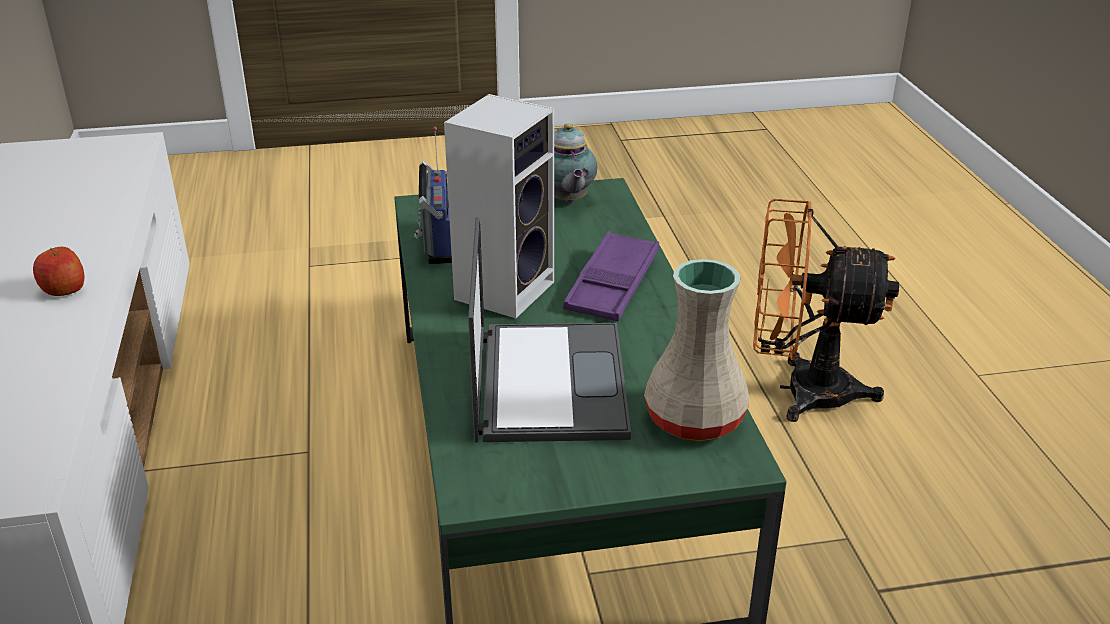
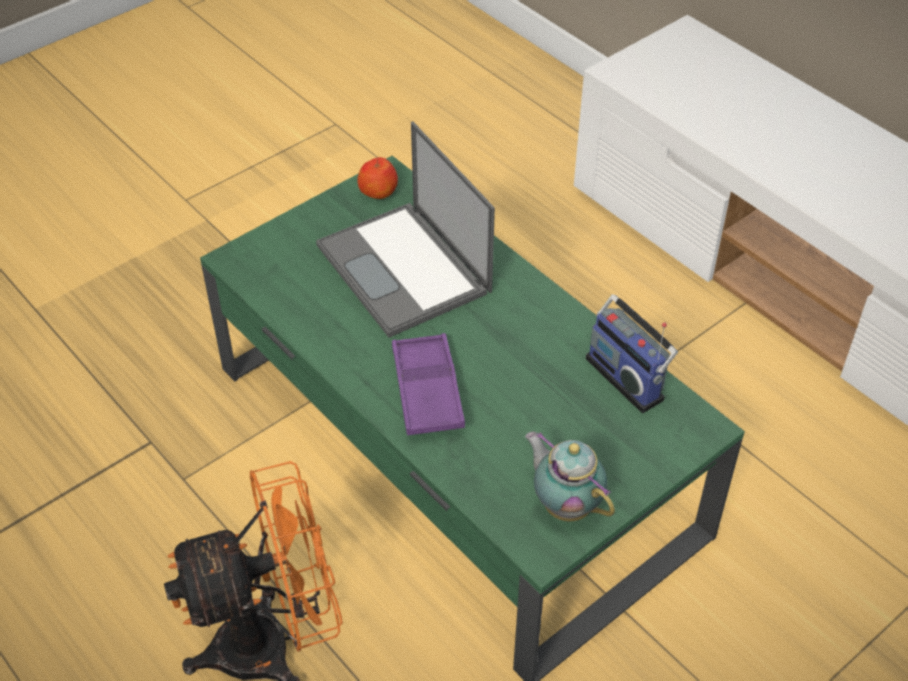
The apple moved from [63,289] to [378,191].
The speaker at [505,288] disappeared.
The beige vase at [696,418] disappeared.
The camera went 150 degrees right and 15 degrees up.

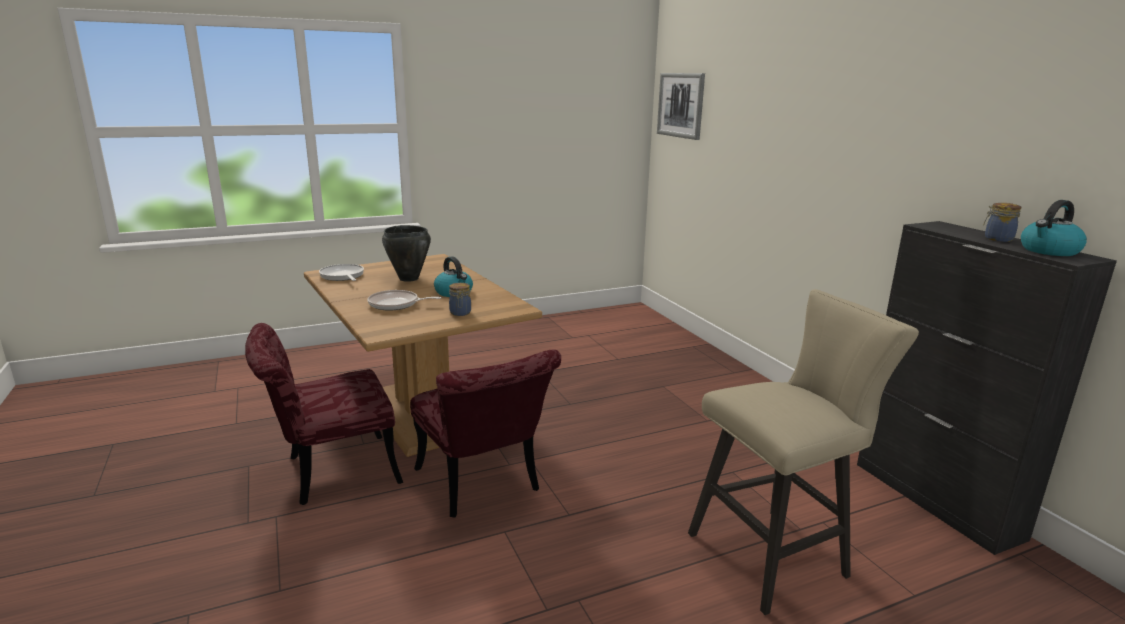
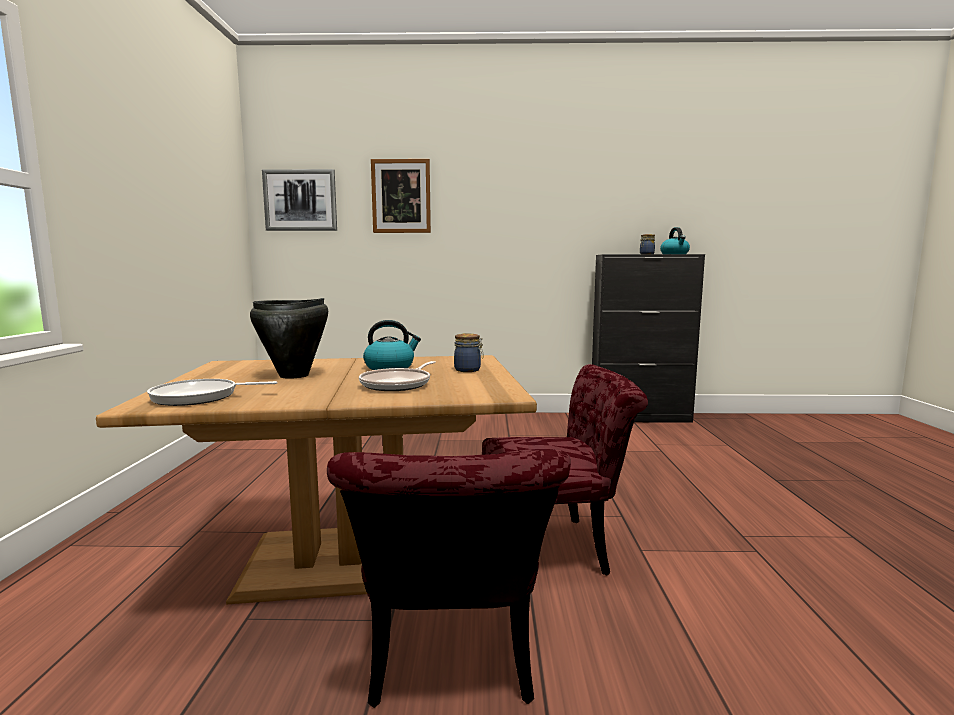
The picture at [401,196] appeared.
The beige stool at [776,554] disappeared.
The camera went 65 degrees left and 10 degrees down.

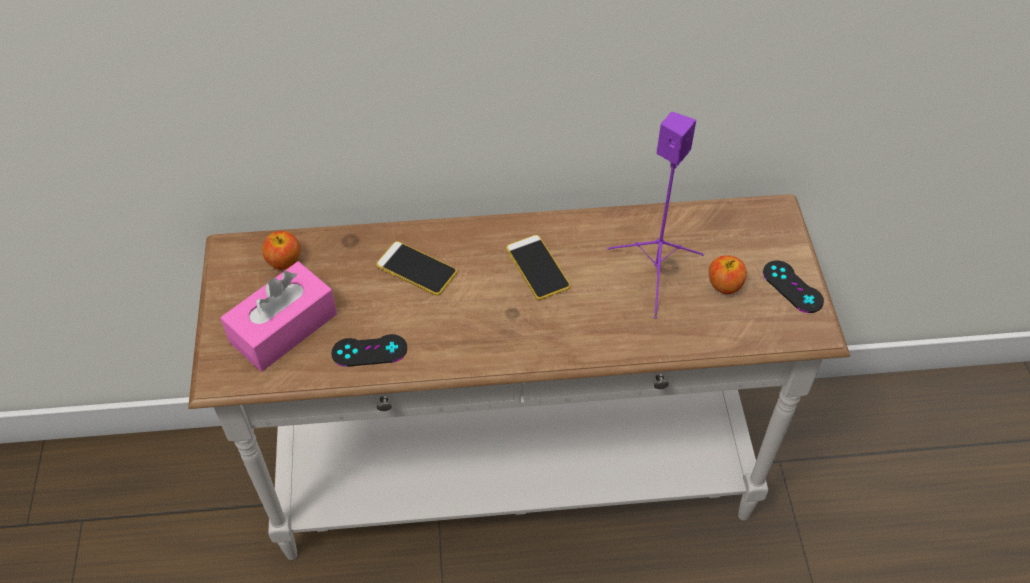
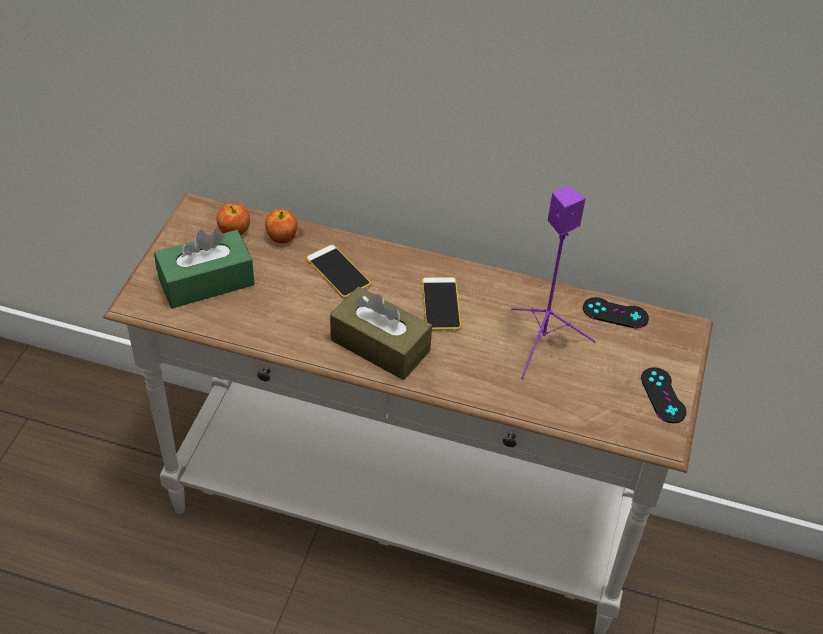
The pink tissue box at [283,328] became the green tissue box at [206,282].
The apple moved from [724,285] to [282,237].
The brown tissue box at [380,345] appeared.
The black game controller moved from [369,351] to [615,313].
The camera went 20 degrees right and 5 degrees down.

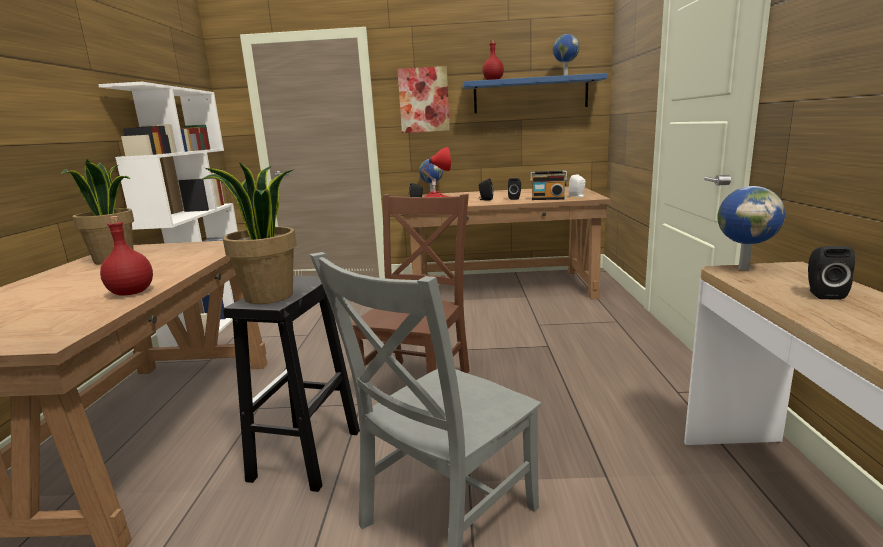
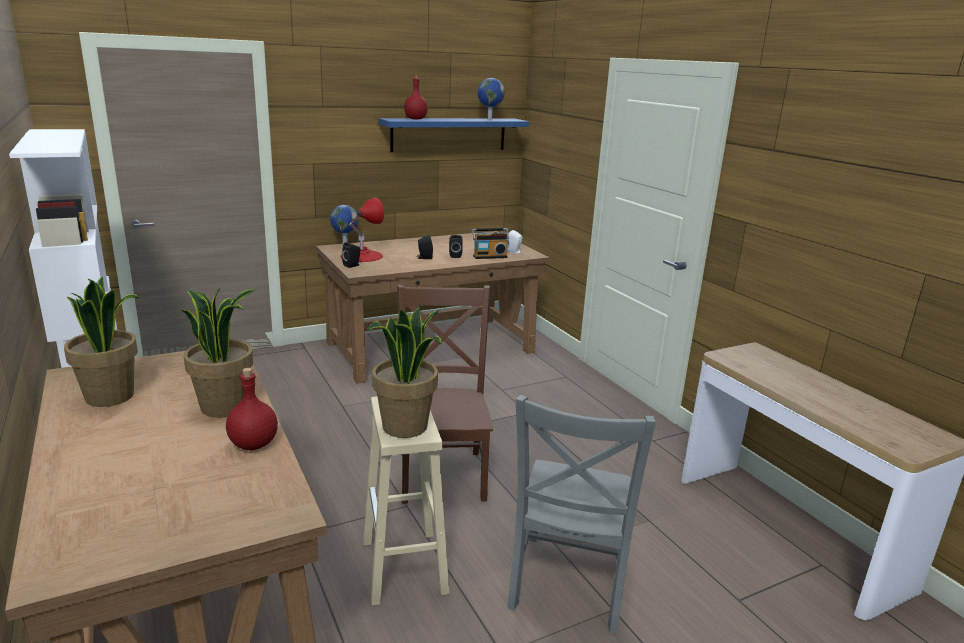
The potted plant at [225,406] appeared.
The black stool at [306,456] became the beige stool at [404,567].
The picture at [424,100] disappeared.
The globe at [743,268] disappeared.
The black speaker at [822,294] disappeared.
The camera went 30 degrees left and 5 degrees up.

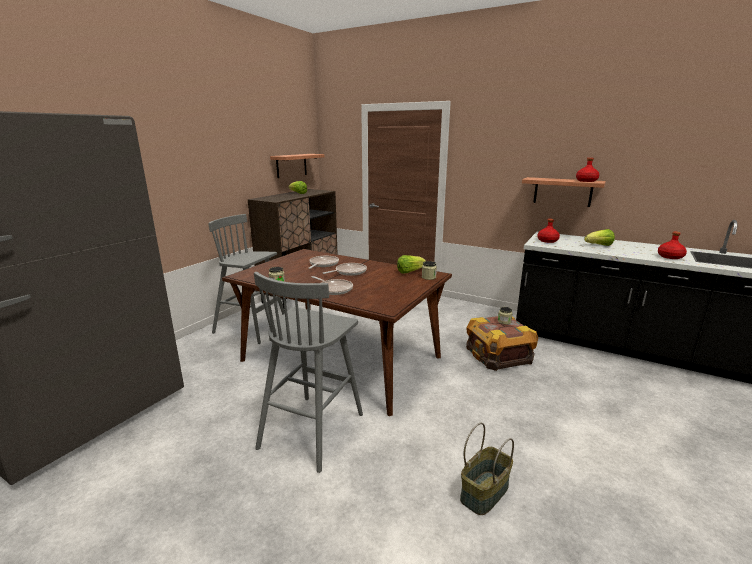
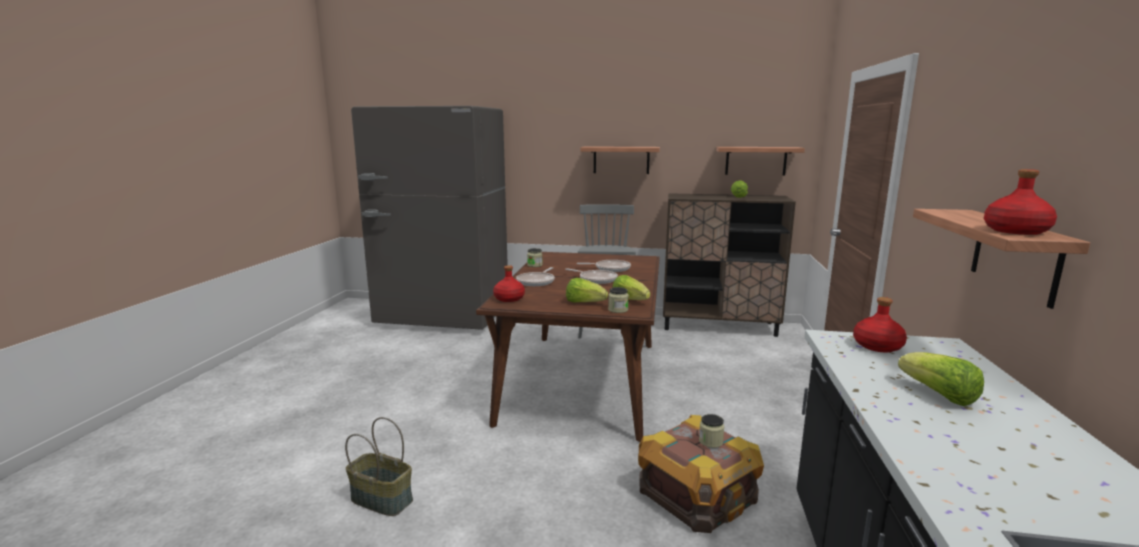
The red bottle moved from [670,257] to [509,299].
The lettuce at [584,303] appeared.
The shelf at [621,160] appeared.
The grey stool at [313,429] disappeared.
The camera went 70 degrees right and 5 degrees down.

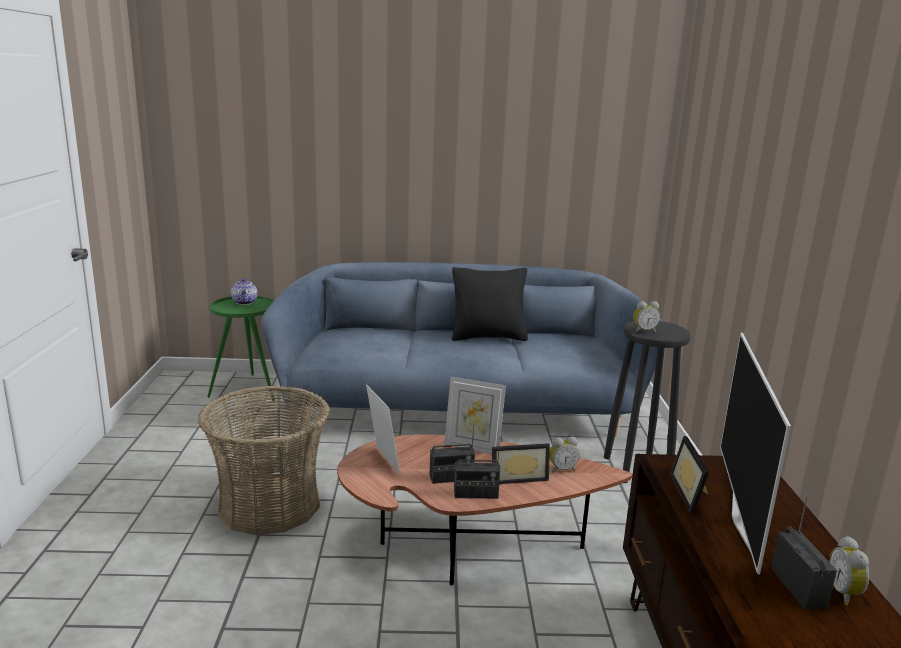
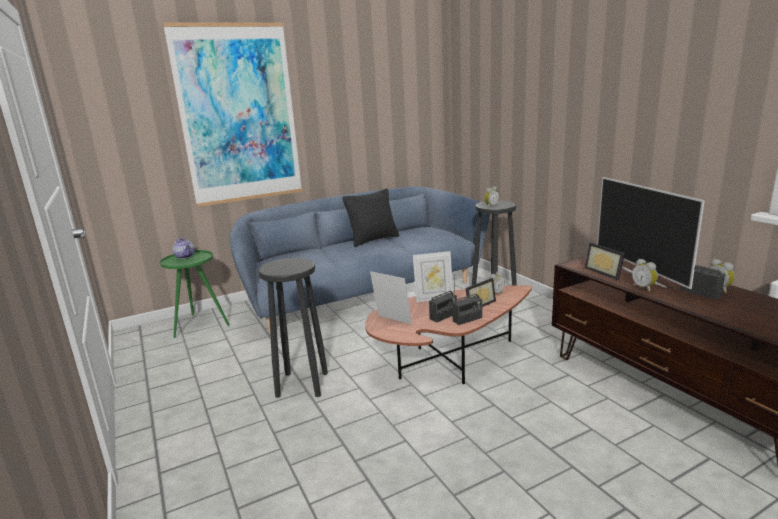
The picture at [239,115] appeared.
The basket at [269,505] was replaced by the black stool at [301,384].
The alarm clock at [644,288] appeared.
The camera went 25 degrees left and 0 degrees up.

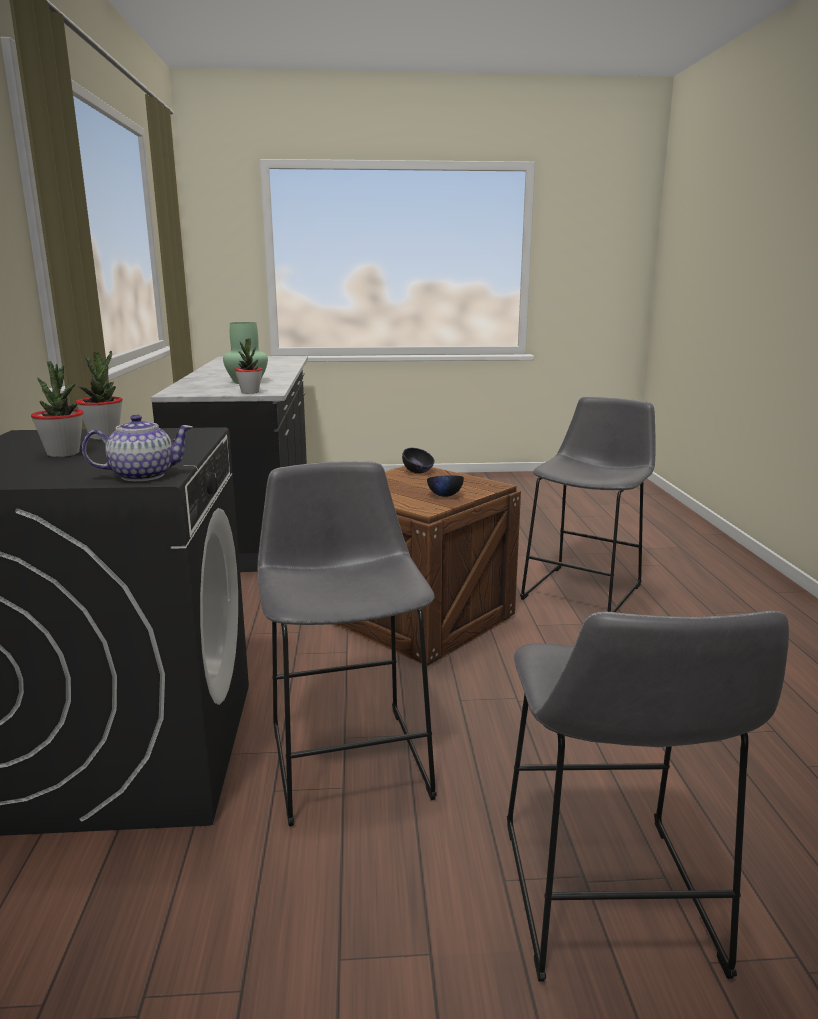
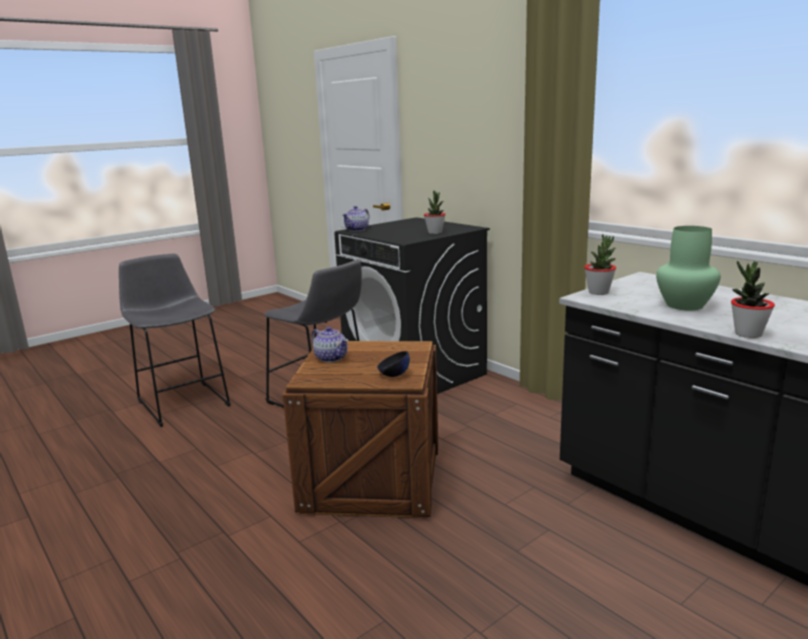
The black bowl at [445,496] was replaced by the teapot at [331,358].
The potted plant moved from [63,453] to [748,334].
The grey stool at [585,589] disappeared.
The camera went 145 degrees right and 0 degrees up.

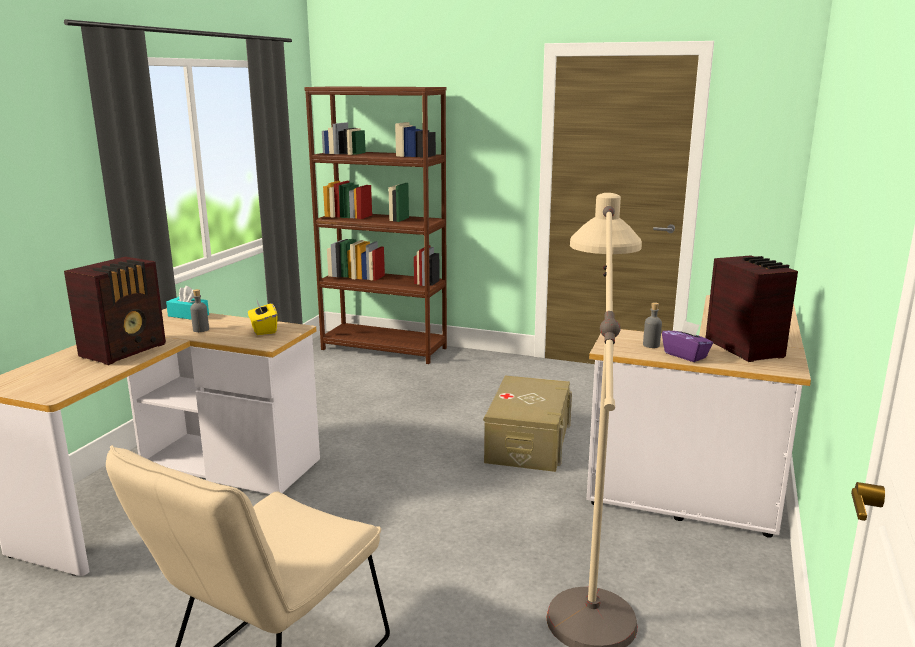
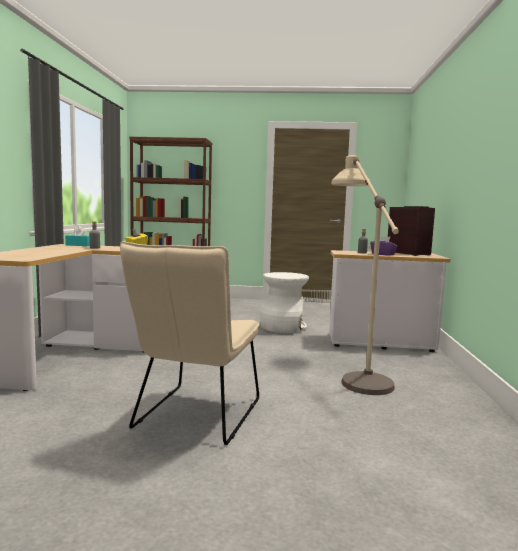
The beige storage box at [528,442] was replaced by the white stool at [283,327].
The radio at [125,350] disappeared.
The camera went 15 degrees left and 10 degrees down.

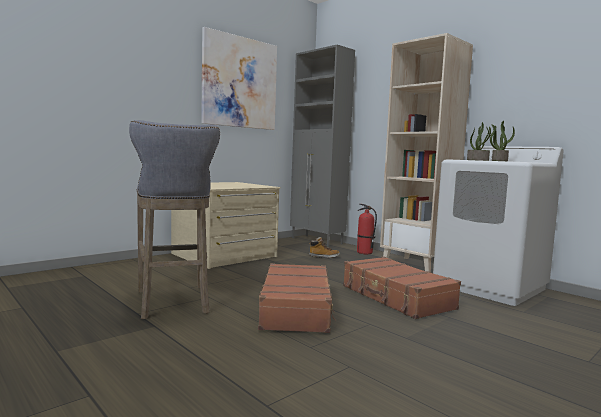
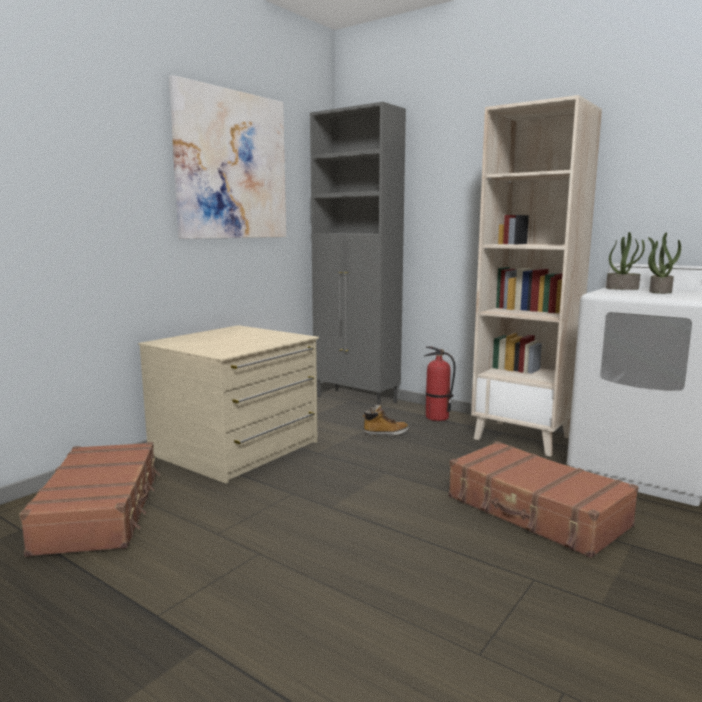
The brown suitcase moved from [296,309] to [101,511].
The grey stool at [173,303] disappeared.
The camera went 10 degrees left and 5 degrees up.

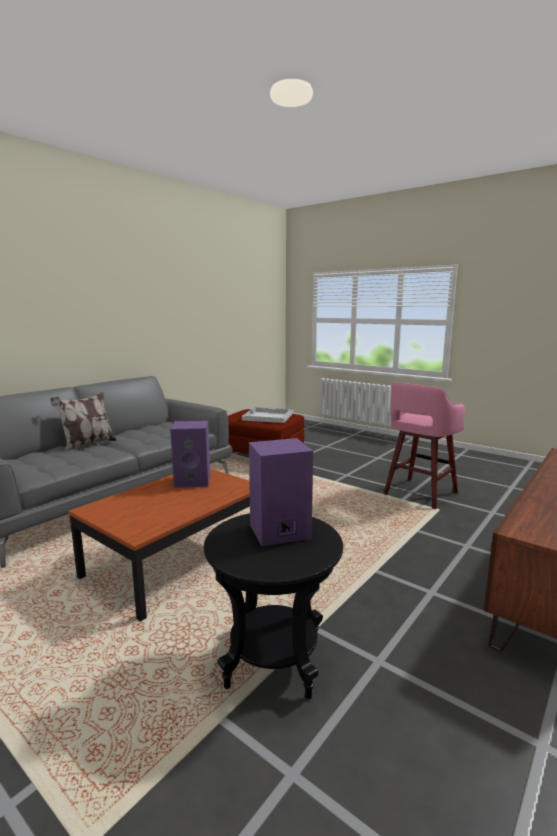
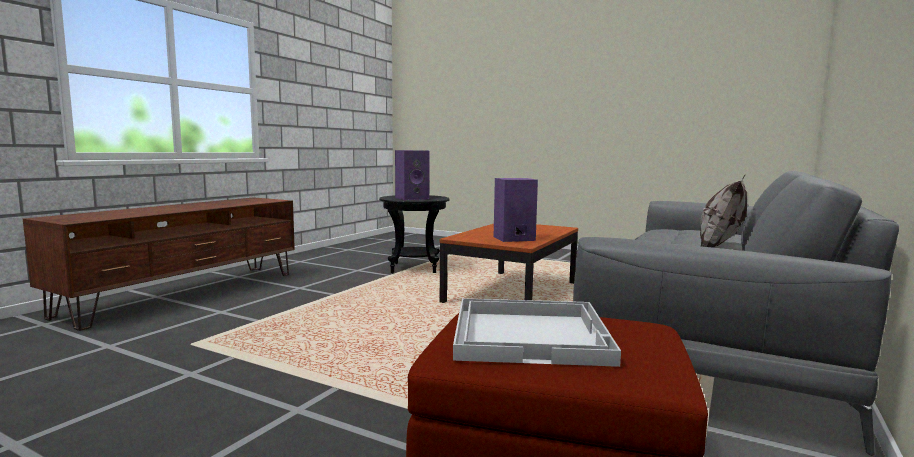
The pink stool at [419,494] disappeared.
The camera went 170 degrees right and 5 degrees down.

